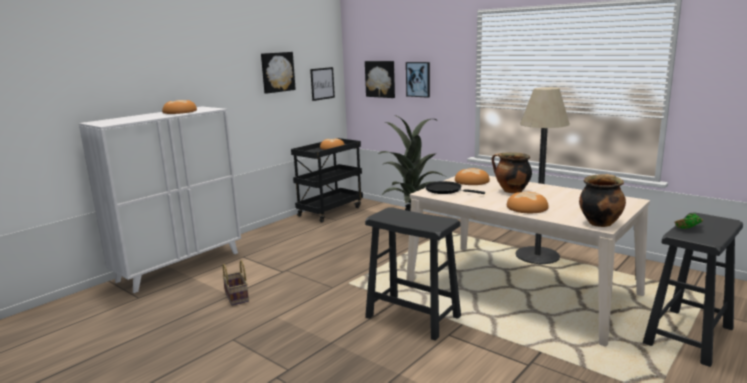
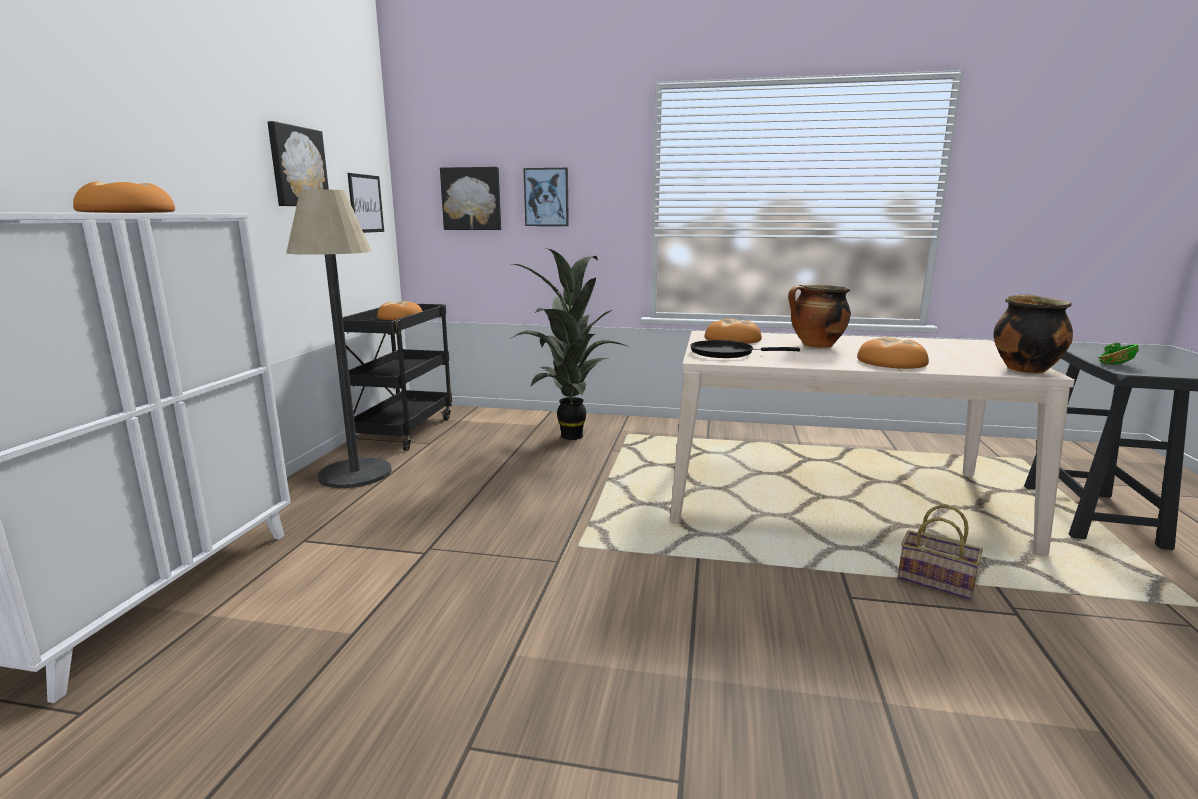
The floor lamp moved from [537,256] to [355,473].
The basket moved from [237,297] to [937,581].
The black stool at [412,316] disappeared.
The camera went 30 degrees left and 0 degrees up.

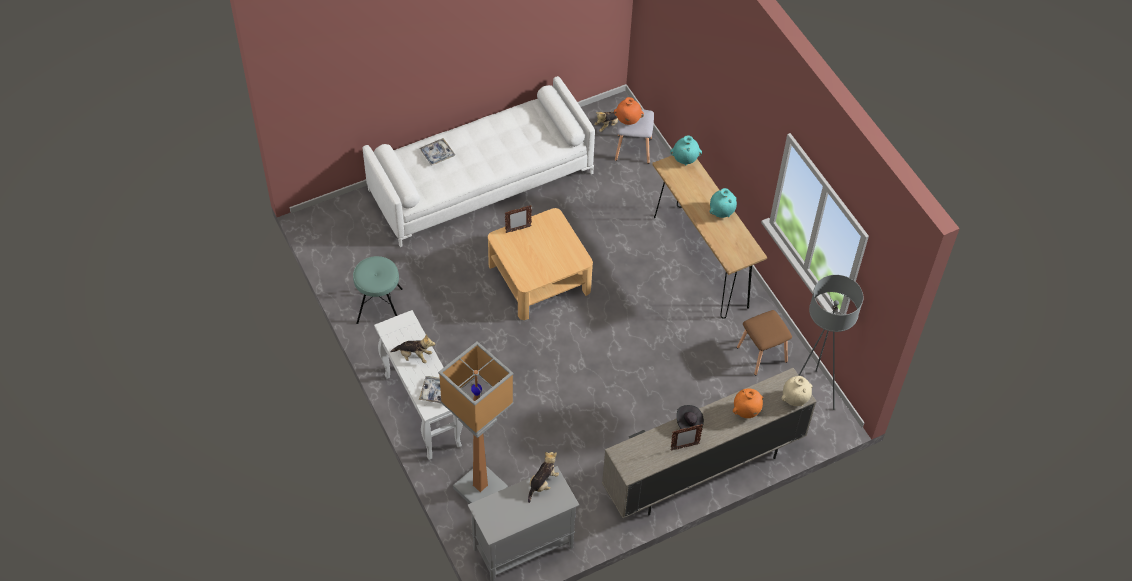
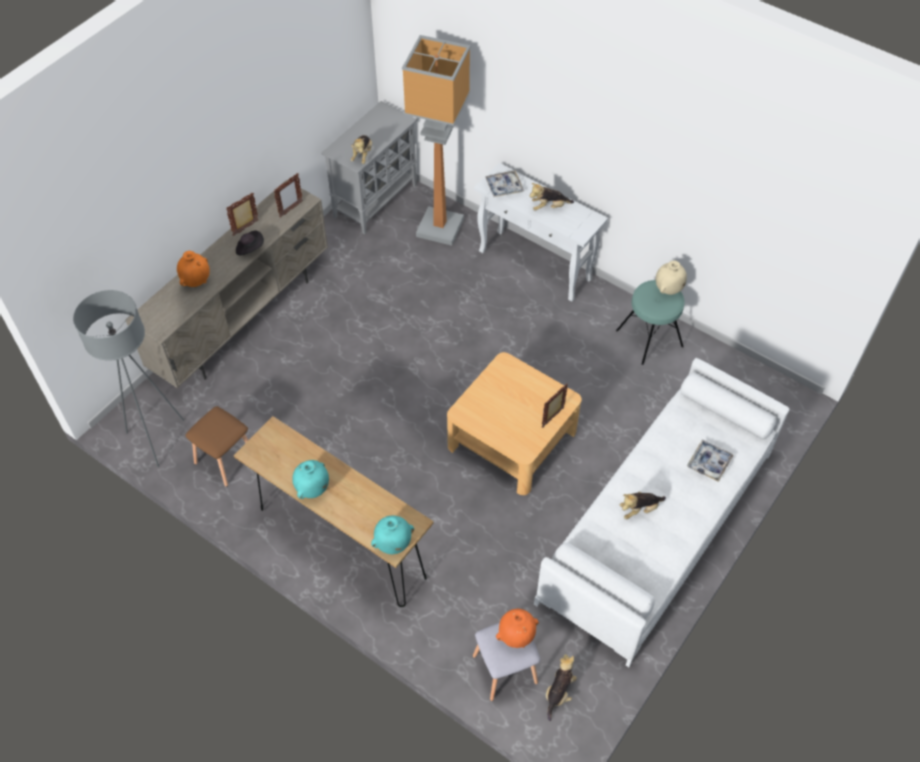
The picture frame at [290,209] appeared.
The plush toy at [639,509] appeared.
The beige vase moved from [795,399] to [668,289].
The camera went 155 degrees right and 0 degrees up.

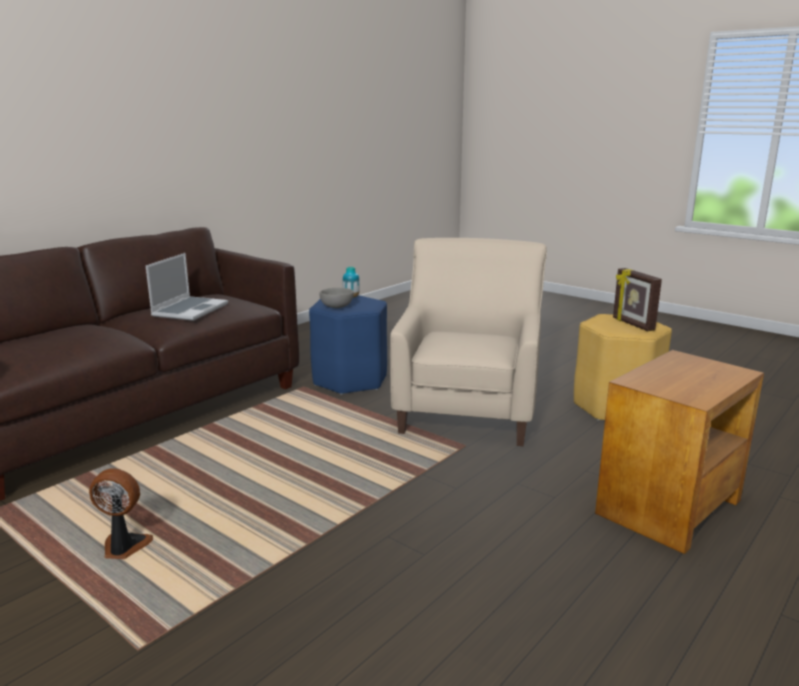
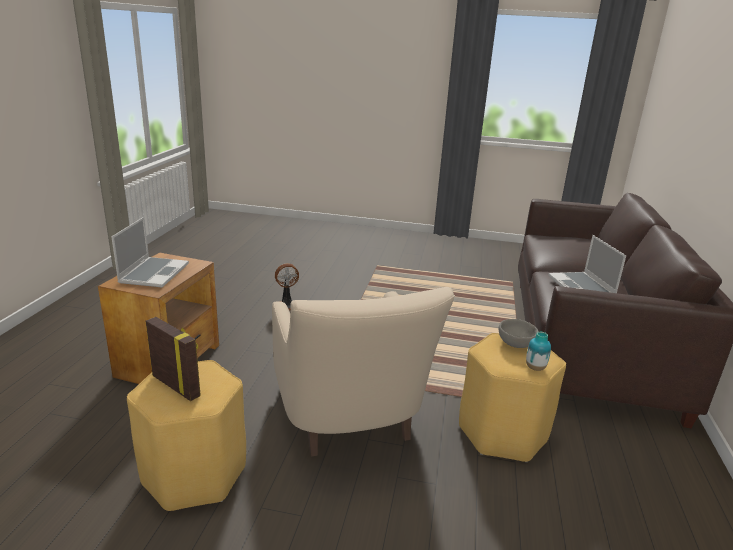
The laptop at [154,273] appeared.
The fan moved from [124,547] to [287,306].
The blue stool at [350,380] became the yellow stool at [502,433].
The camera went 150 degrees right and 5 degrees up.

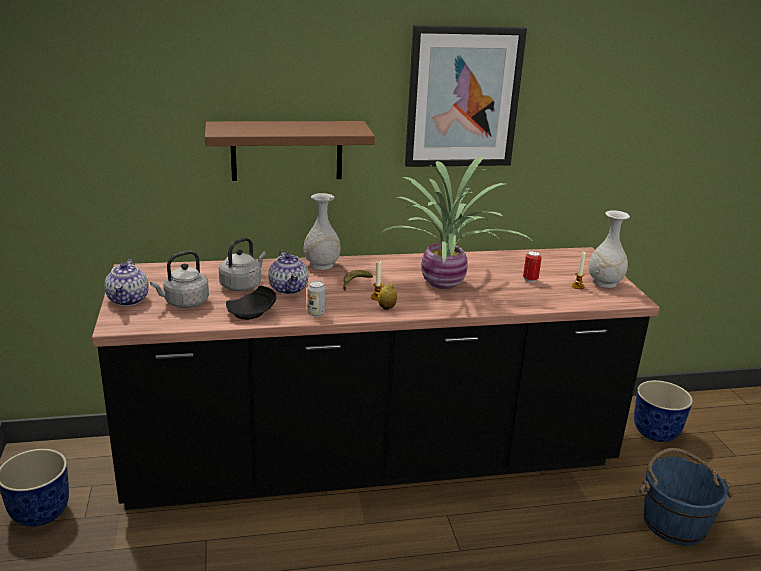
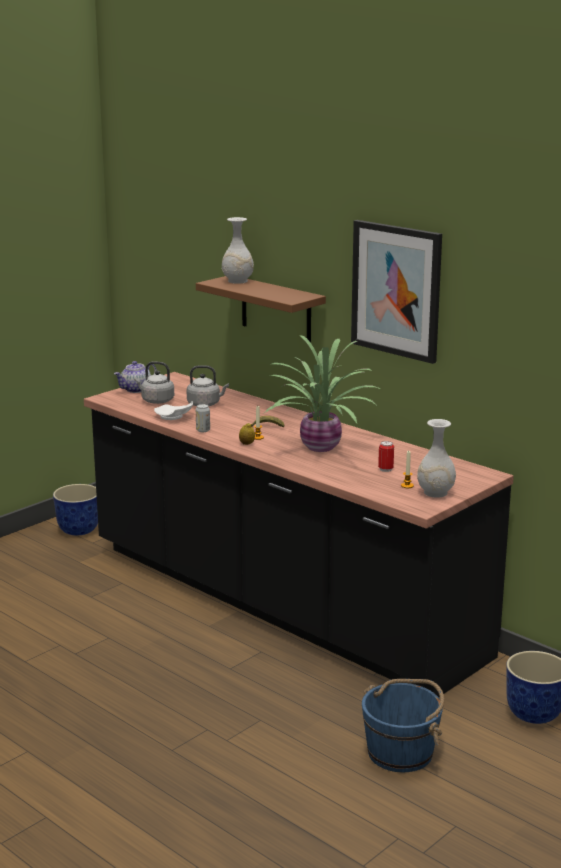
The black plate at [252,313] became the white plate at [173,417].
The white vase moved from [322,265] to [237,281].
The teapot at [289,289] disappeared.
The camera went 55 degrees right and 5 degrees down.

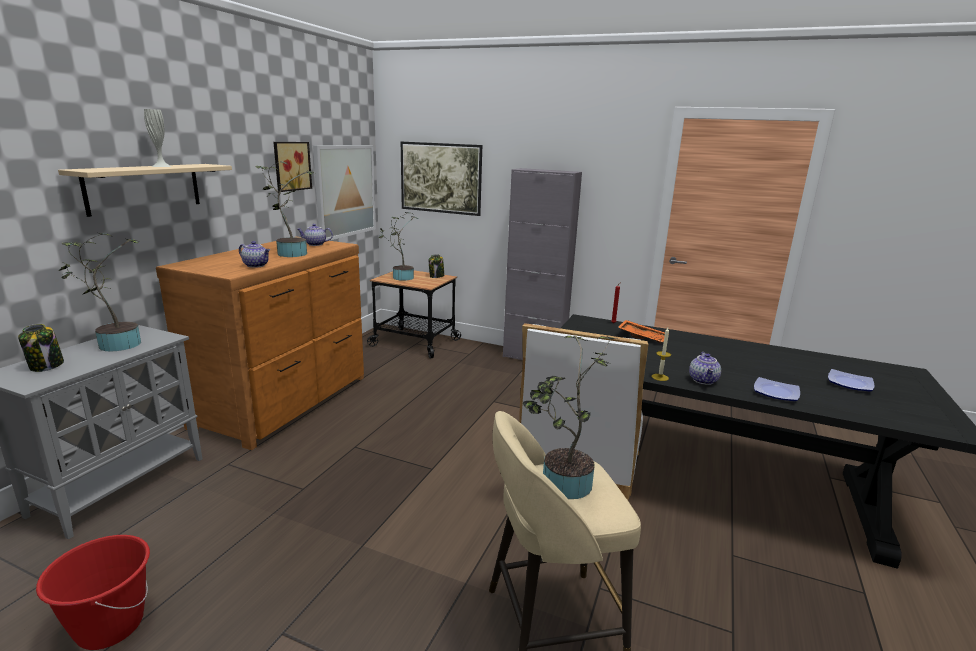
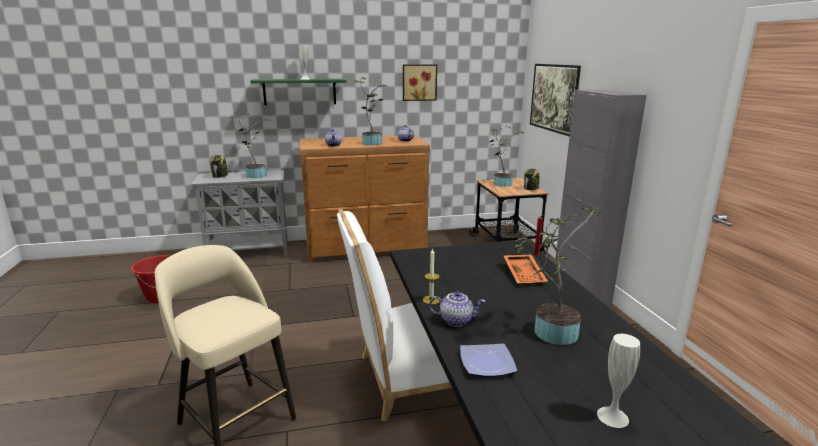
The beige shelf at [144,188] became the green shelf at [299,91].
The teapot at [704,380] turned 150 degrees counterclockwise.
The potted plant moved from [562,485] to [550,331].
The plate at [850,383] was replaced by the white vase at [612,417].
The picture at [345,191] disappeared.
The camera went 55 degrees right and 0 degrees up.

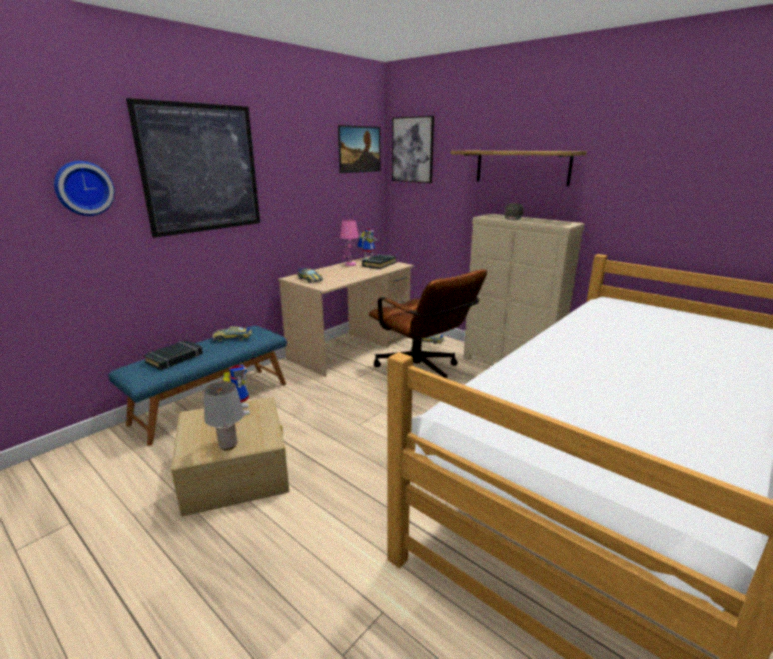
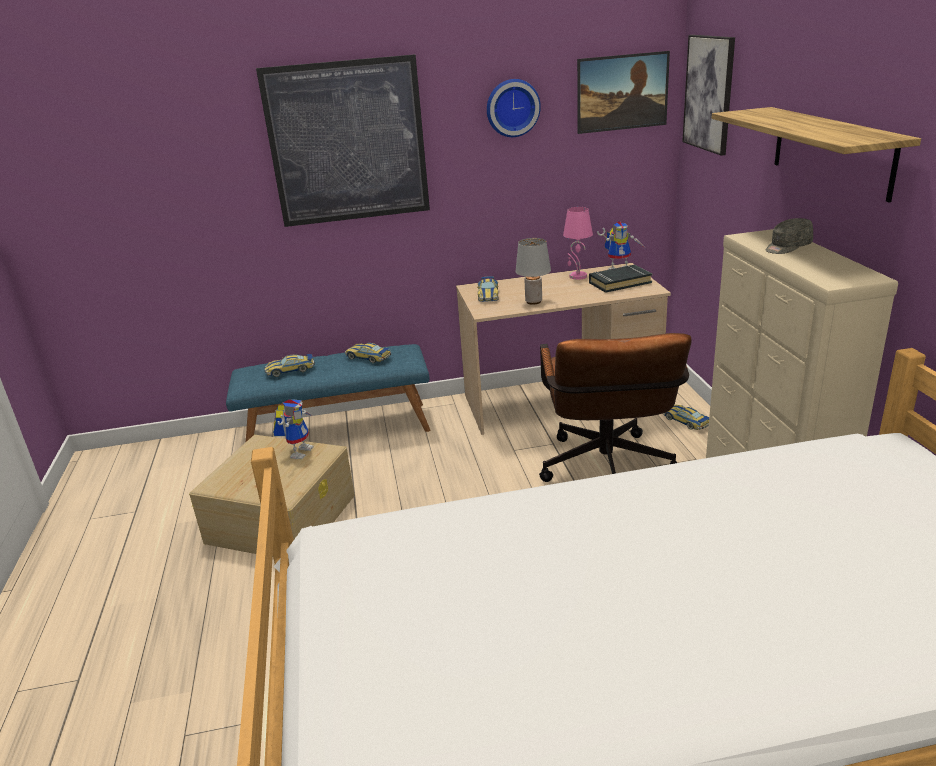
The black book at [175,358] was replaced by the toy car at [290,370].
The wall clock moved from [83,188] to [512,107].
The grey table lamp moved from [228,445] to [534,301].
The camera went 40 degrees right and 5 degrees up.

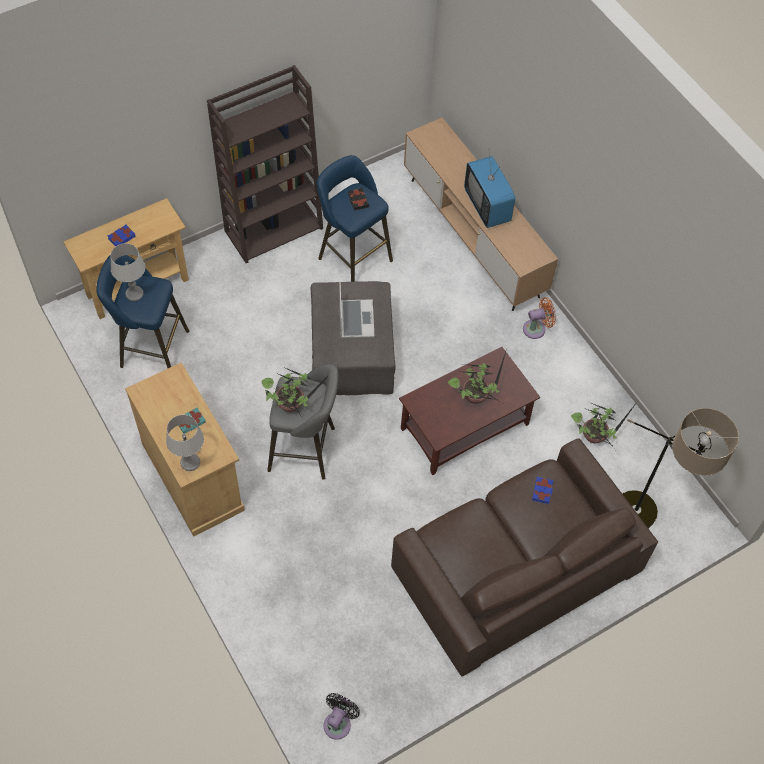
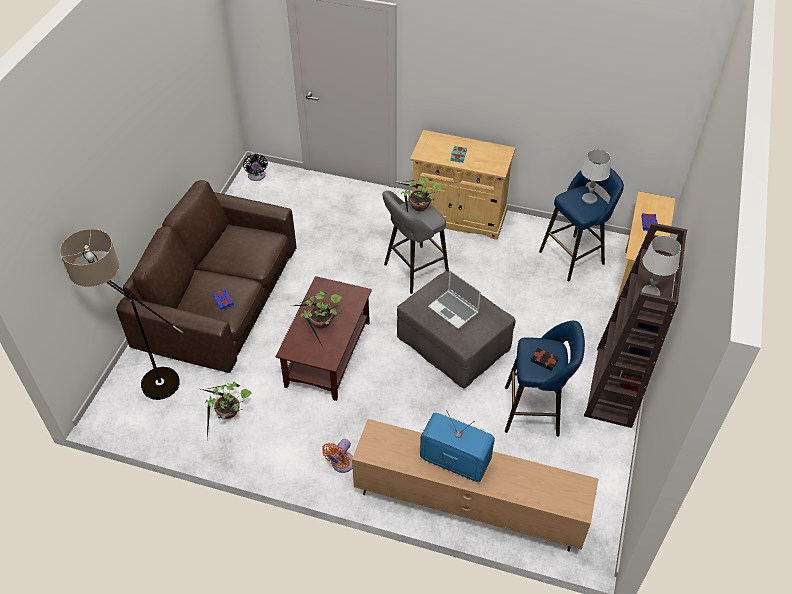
The grey table lamp moved from [190,462] to [650,293].
The camera went 140 degrees right and 10 degrees down.

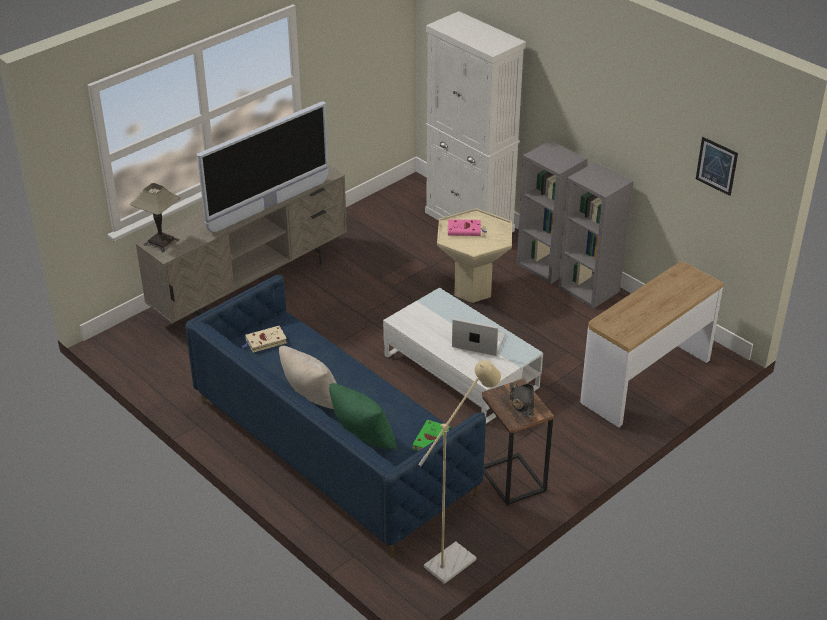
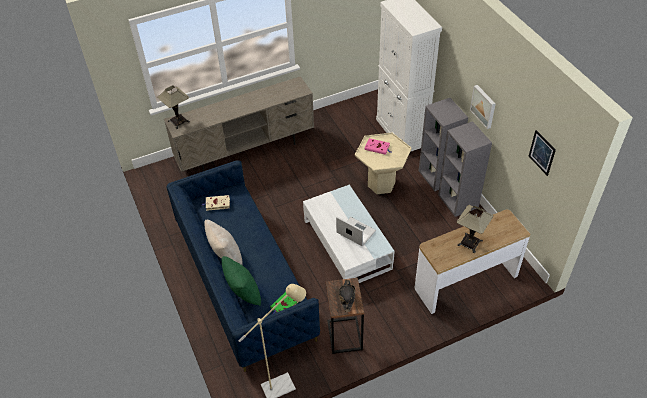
The table lamp at [470,243] appeared.
The picture at [484,106] appeared.
The television at [269,206] disappeared.
The camera went 20 degrees right and 10 degrees up.

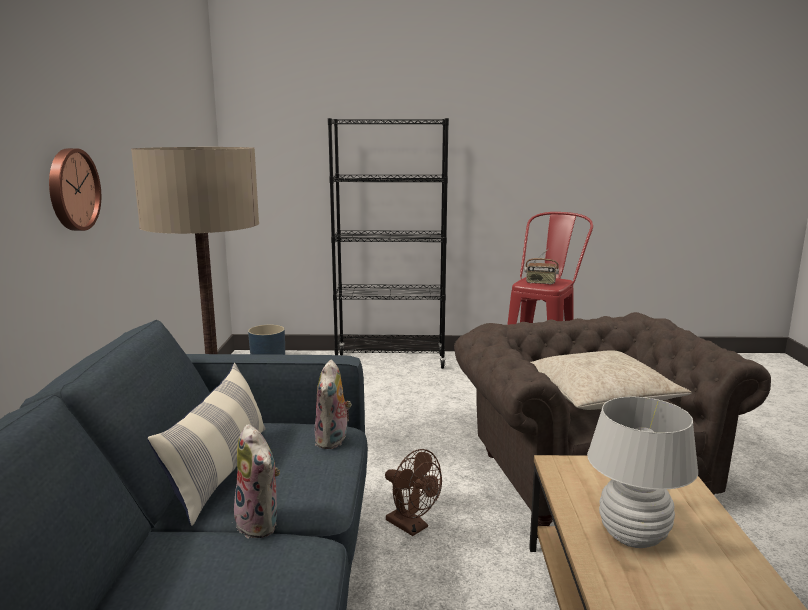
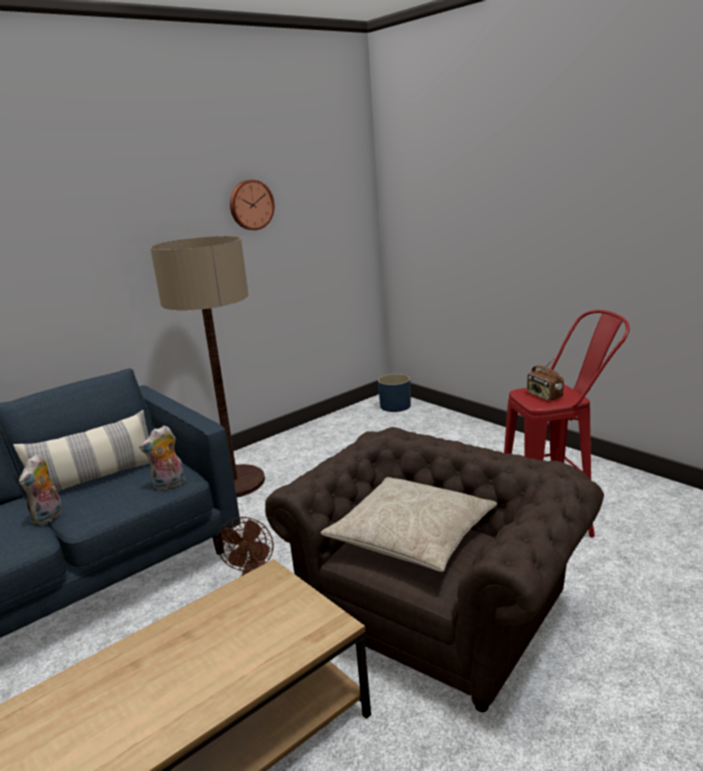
The wall clock moved from [71,189] to [250,205].
The black bookcase at [390,361] disappeared.
The white table lamp at [633,537] disappeared.
The camera went 50 degrees right and 5 degrees up.

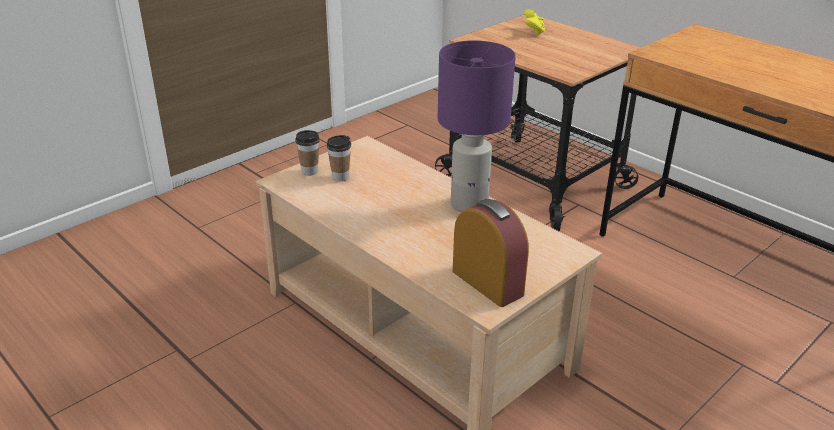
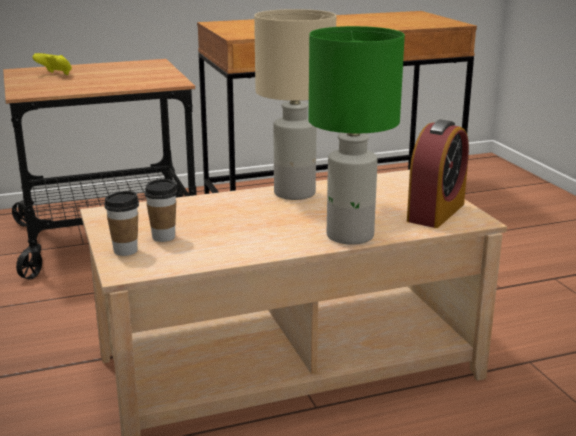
The purple table lamp at [470,204] became the beige table lamp at [294,193].
The green table lamp at [351,236] appeared.
The alarm clock at [487,283] turned 135 degrees clockwise.
The camera went 65 degrees left and 10 degrees down.

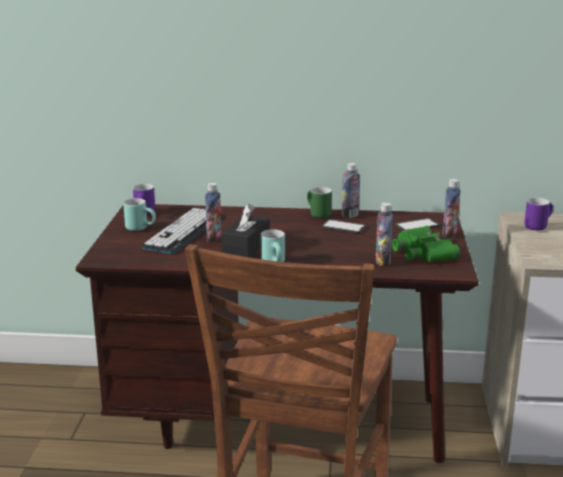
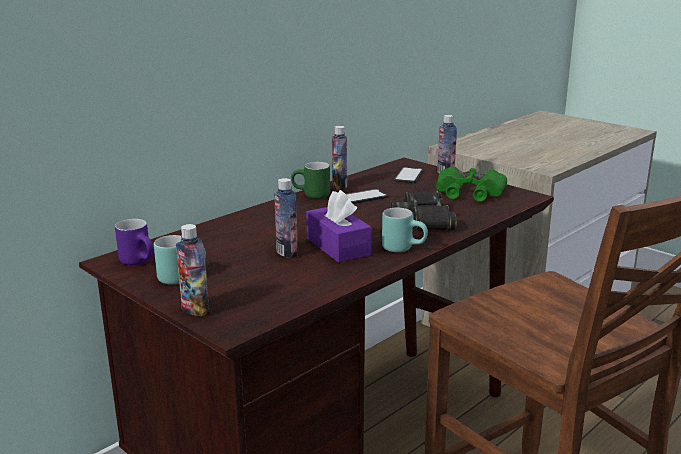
The bottle moved from [382,261] to [195,310].
The black tissue box at [246,247] became the purple tissue box at [338,246].
The black binoculars at [423,219] appeared.
The keyboard at [183,231] disappeared.
The purple mug at [537,225] disappeared.
The camera went 50 degrees left and 0 degrees up.

